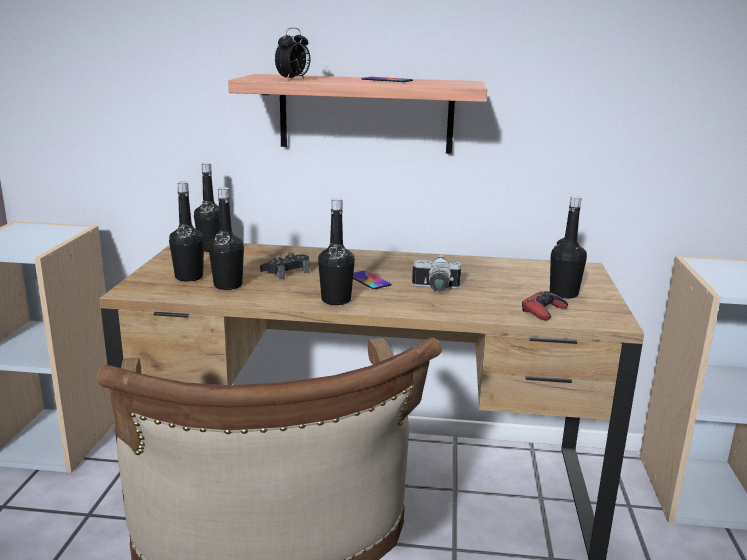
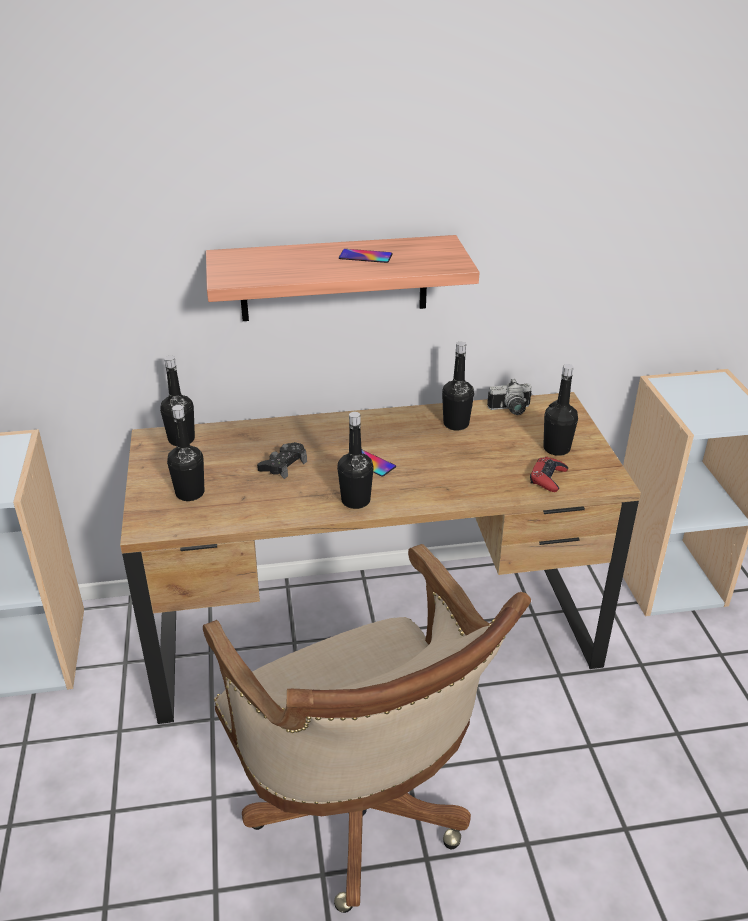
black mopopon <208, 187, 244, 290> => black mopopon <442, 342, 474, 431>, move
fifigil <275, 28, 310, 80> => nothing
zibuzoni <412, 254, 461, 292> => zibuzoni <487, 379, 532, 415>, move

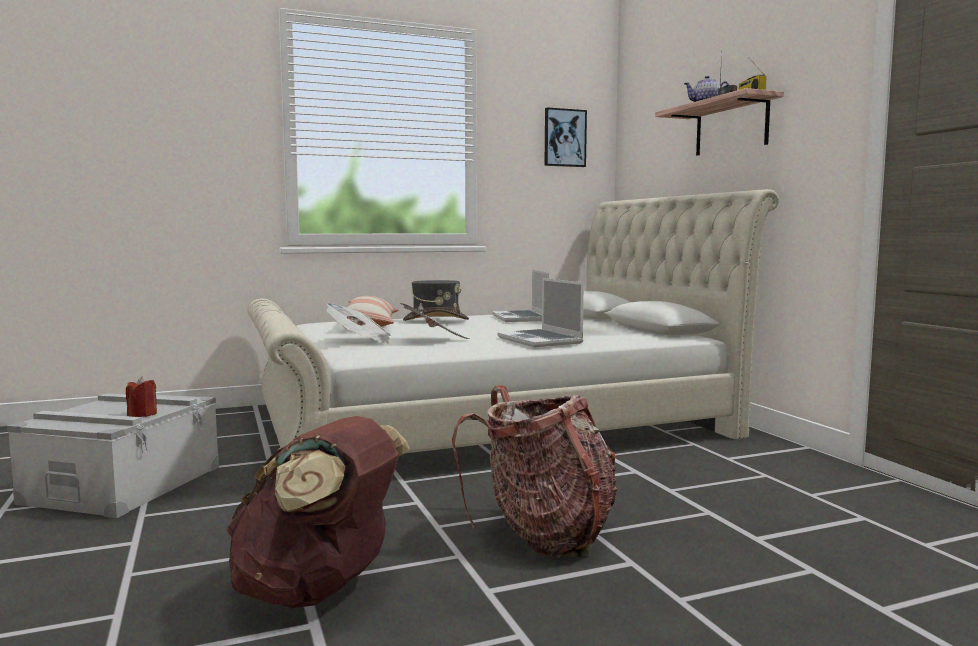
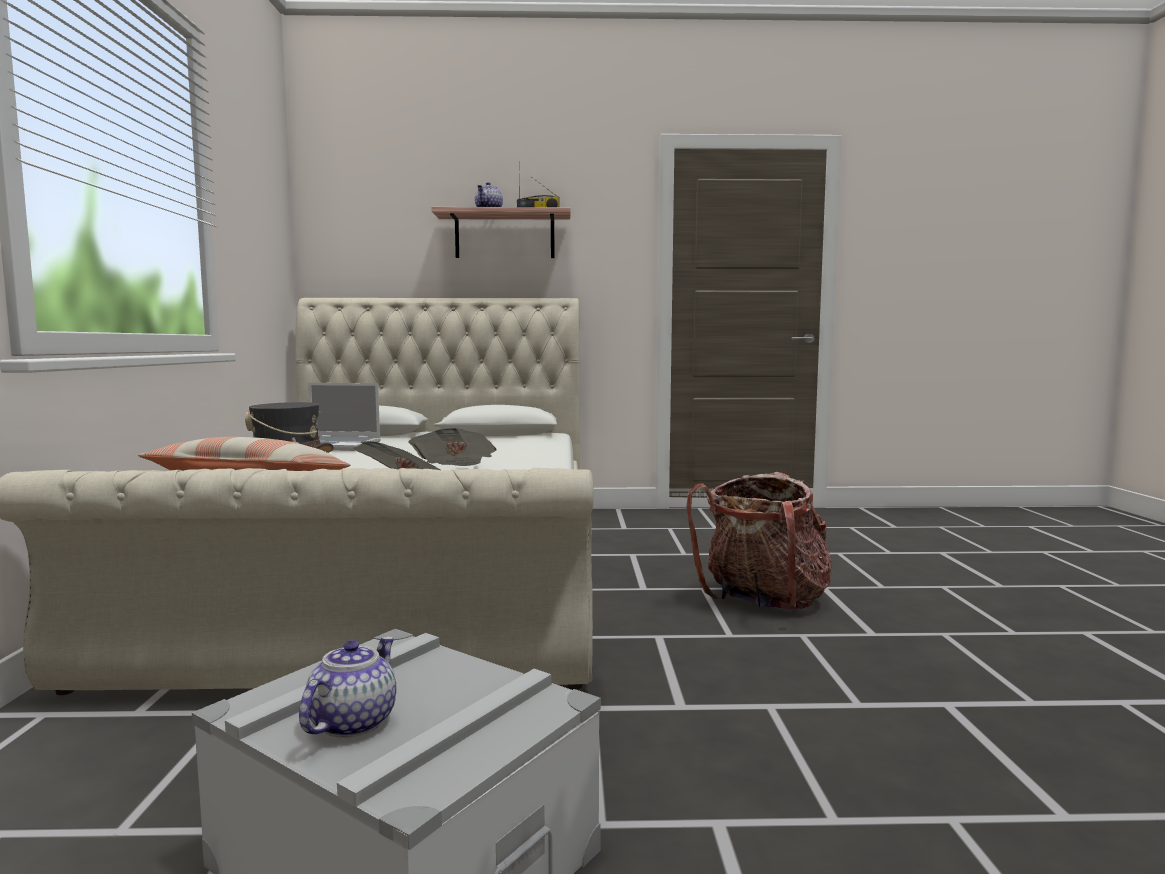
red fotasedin <126, 377, 157, 417> => nothing
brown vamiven <227, 416, 410, 608> => nothing
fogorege <497, 278, 584, 348> => nothing
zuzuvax <544, 107, 587, 167> => nothing
nothing => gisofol <299, 637, 396, 738>

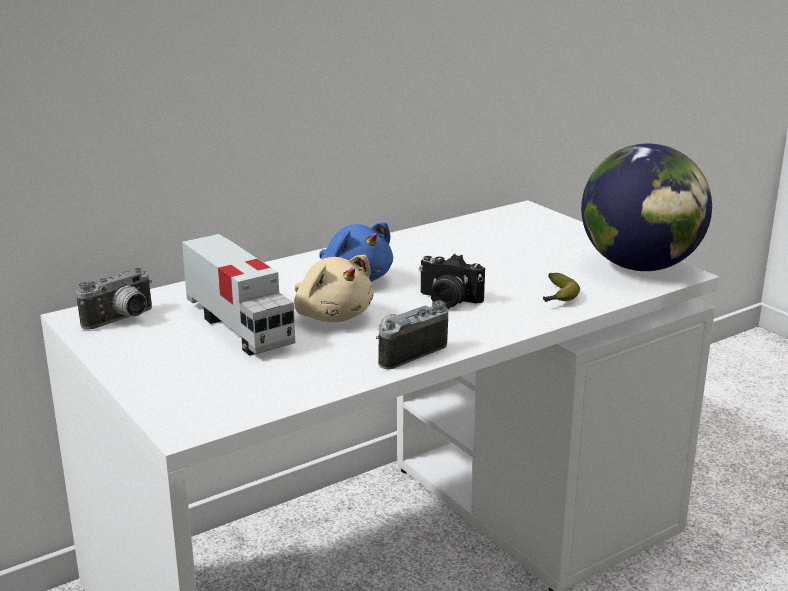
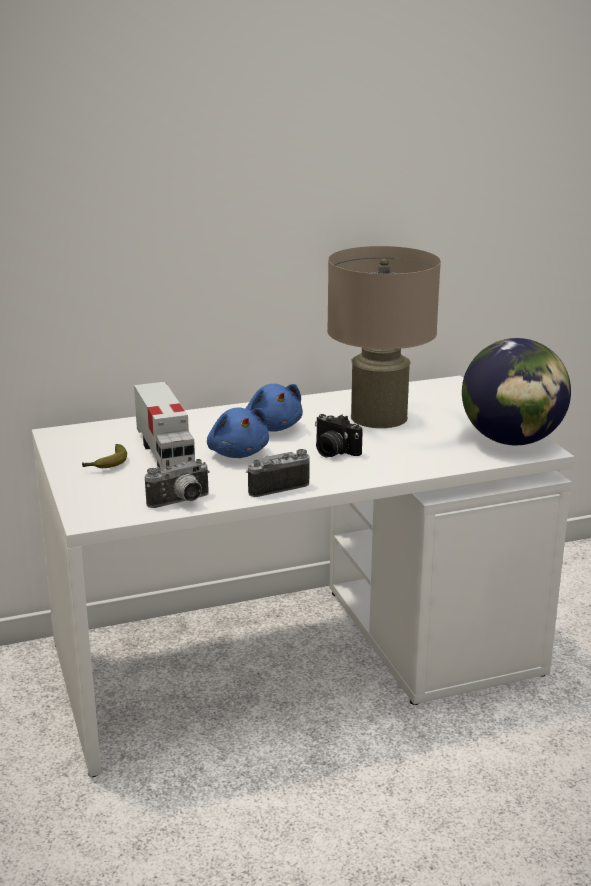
zibuzoni <76, 268, 152, 330> => zibuzoni <145, 459, 210, 508>, move
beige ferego <294, 255, 374, 322> => blue ferego <207, 408, 269, 458>
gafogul <543, 273, 580, 302> => gafogul <82, 444, 127, 468>, move
nothing => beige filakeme <327, 246, 441, 428>

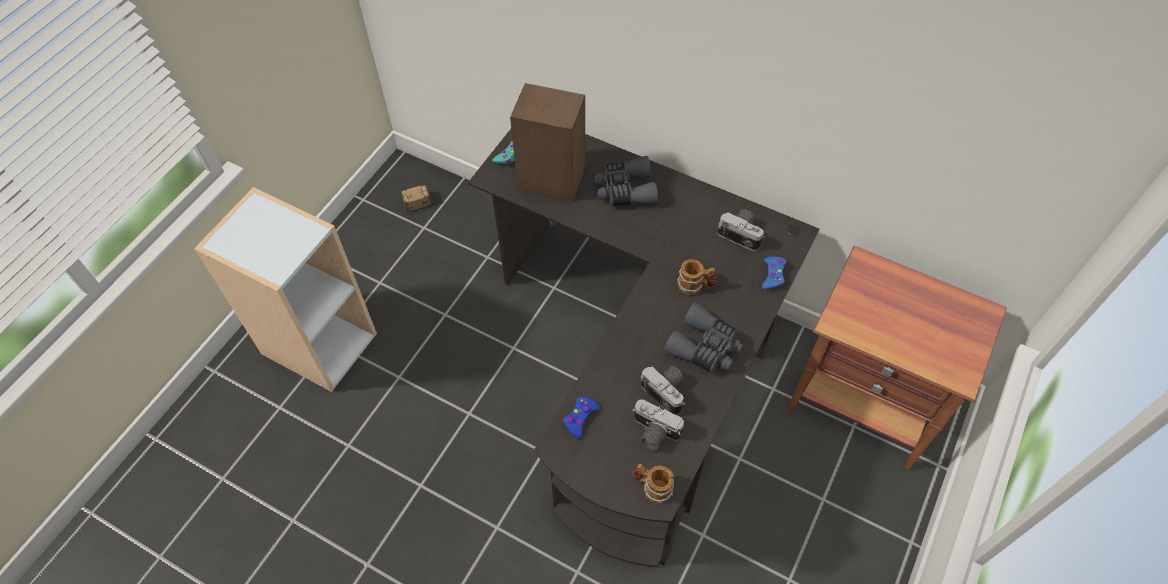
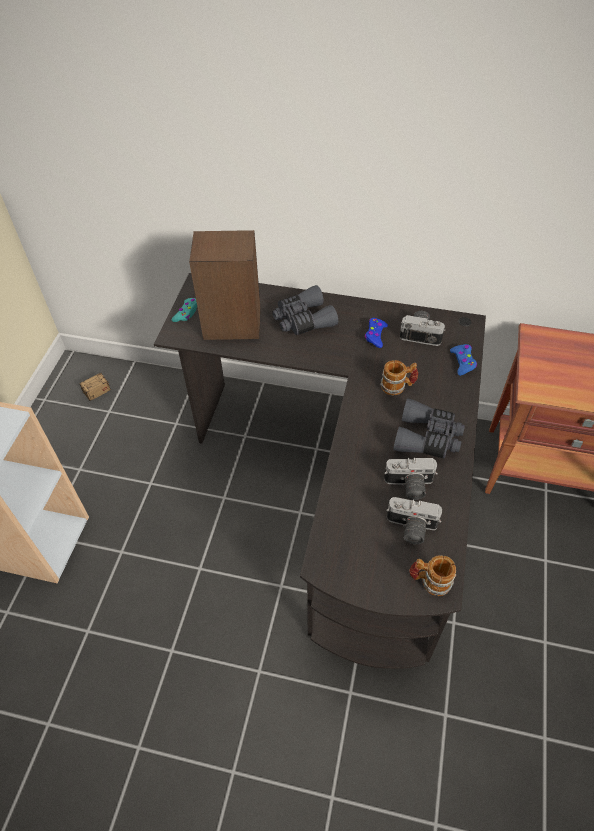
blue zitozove <563, 396, 600, 439> => blue zitozove <365, 318, 388, 348>, move
zibuzoni <641, 366, 685, 415> => zibuzoni <384, 458, 438, 500>, 150 degrees clockwise

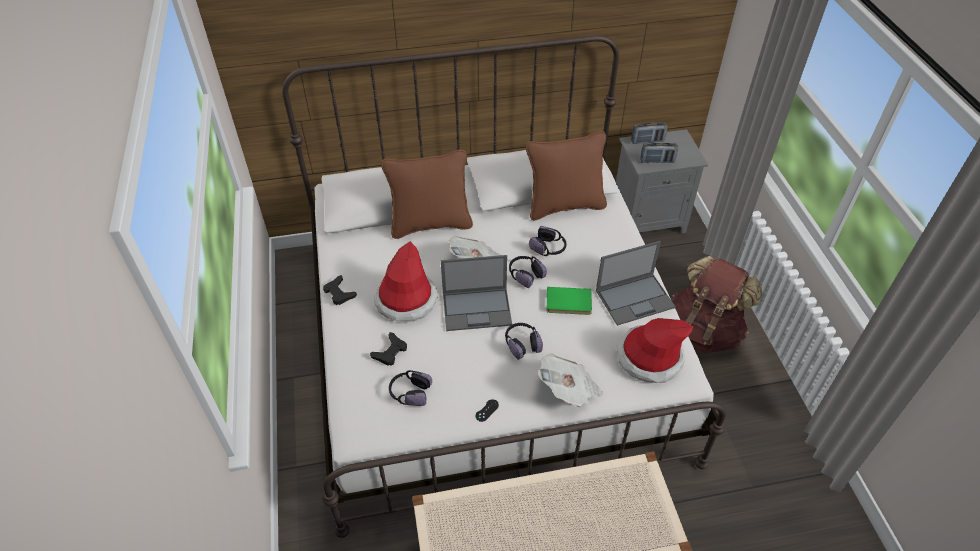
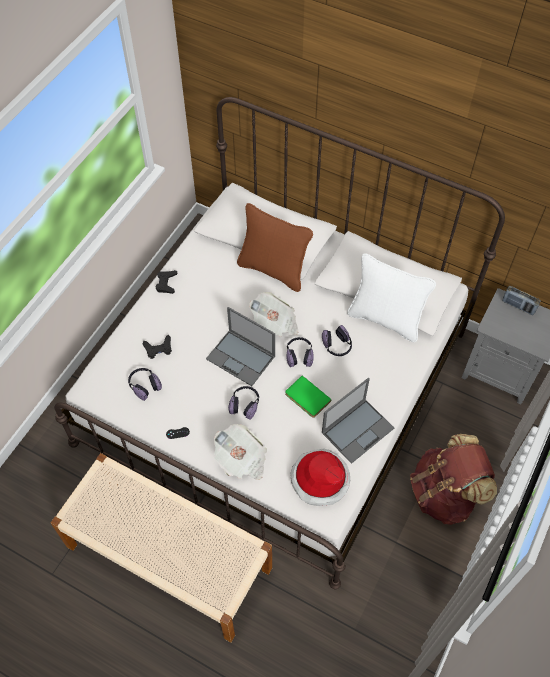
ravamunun <374, 241, 438, 322> => nothing
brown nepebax <526, 131, 607, 220> => white nepebax <347, 253, 436, 342>
fogorege <596, 241, 676, 326> => fogorege <322, 378, 394, 464>, 60 degrees counterclockwise
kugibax <640, 143, 679, 163> => nothing

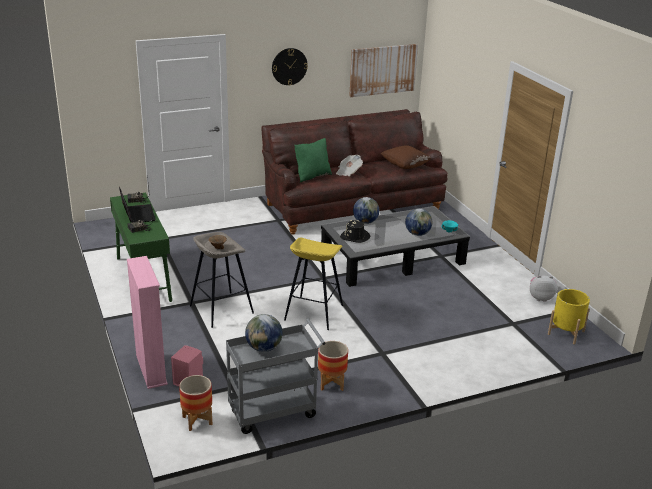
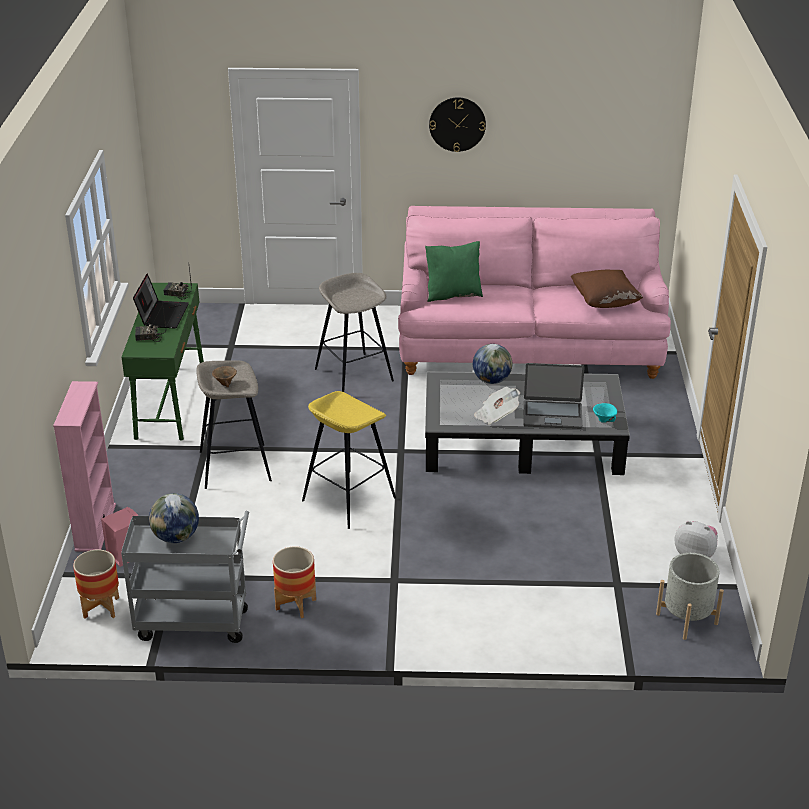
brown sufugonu <261, 109, 448, 234> => pink sufugonu <398, 206, 671, 379>
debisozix <336, 155, 363, 176> => debisozix <474, 387, 520, 425>, move
black ravamunun <340, 220, 370, 243> => nothing
zuzuvax <349, 44, 418, 97> => nothing
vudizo <405, 208, 433, 236> => fogorege <523, 363, 585, 429>
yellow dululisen <548, 289, 590, 344> => grey dululisen <656, 553, 724, 640>
nothing => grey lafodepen <315, 273, 394, 392>

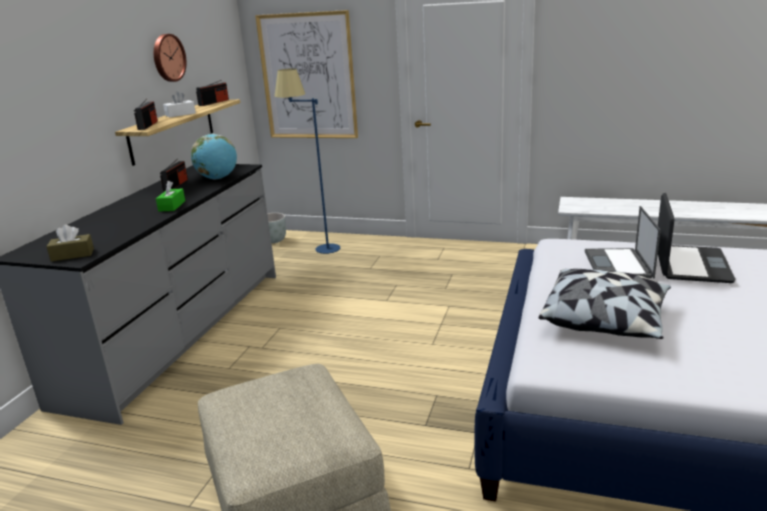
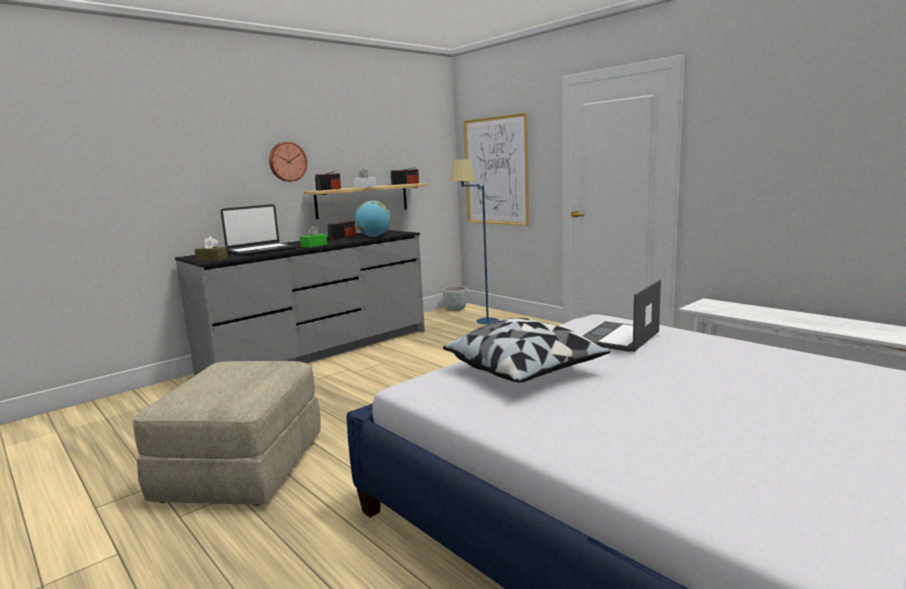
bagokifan <154, 34, 187, 82> => bagokifan <269, 142, 307, 182>, move
fogorege <658, 193, 736, 283> => fogorege <221, 204, 297, 256>, move

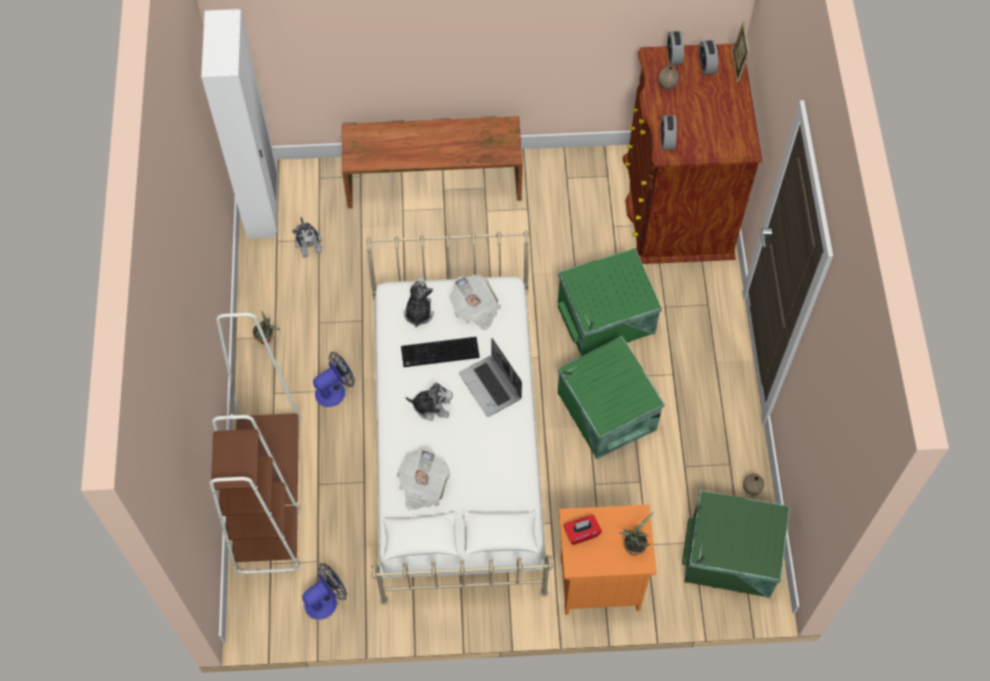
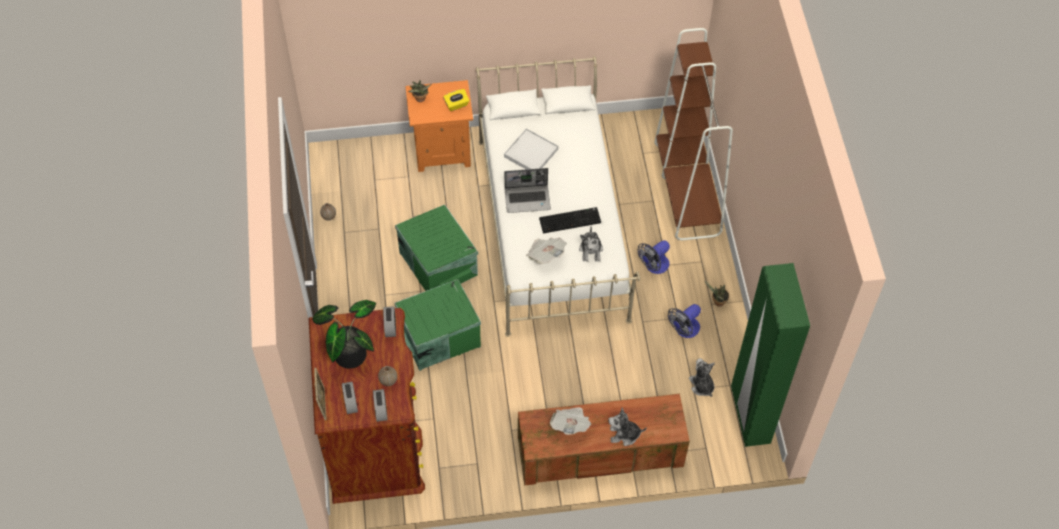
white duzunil <201, 9, 278, 238> => green duzunil <731, 263, 810, 447>
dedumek <302, 563, 347, 620> => dedumek <668, 304, 701, 338>, move
debisozix <397, 449, 450, 510> => debisozix <549, 407, 591, 435>, move
ferego <406, 383, 453, 421> => ferego <608, 407, 647, 446>, move
fogorege <459, 338, 522, 417> => fogorege <504, 168, 551, 213>, 120 degrees clockwise
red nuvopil <564, 515, 602, 545> => yellow nuvopil <443, 89, 469, 111>
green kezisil <682, 490, 790, 598> => nothing
nothing => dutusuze <312, 300, 376, 369>
nothing => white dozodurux <504, 128, 558, 169>

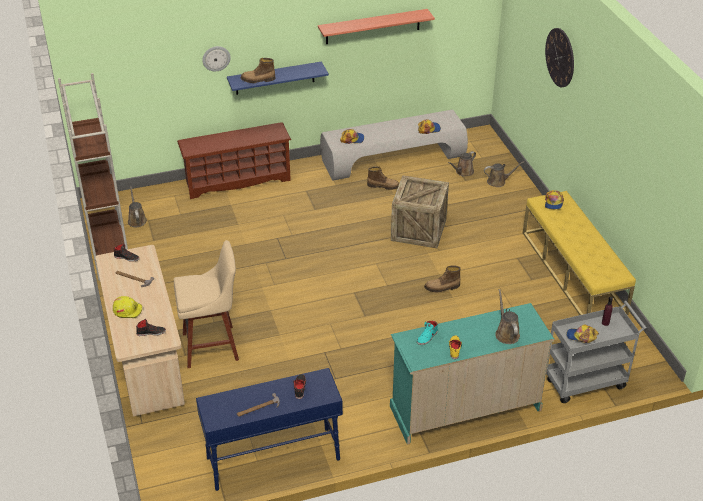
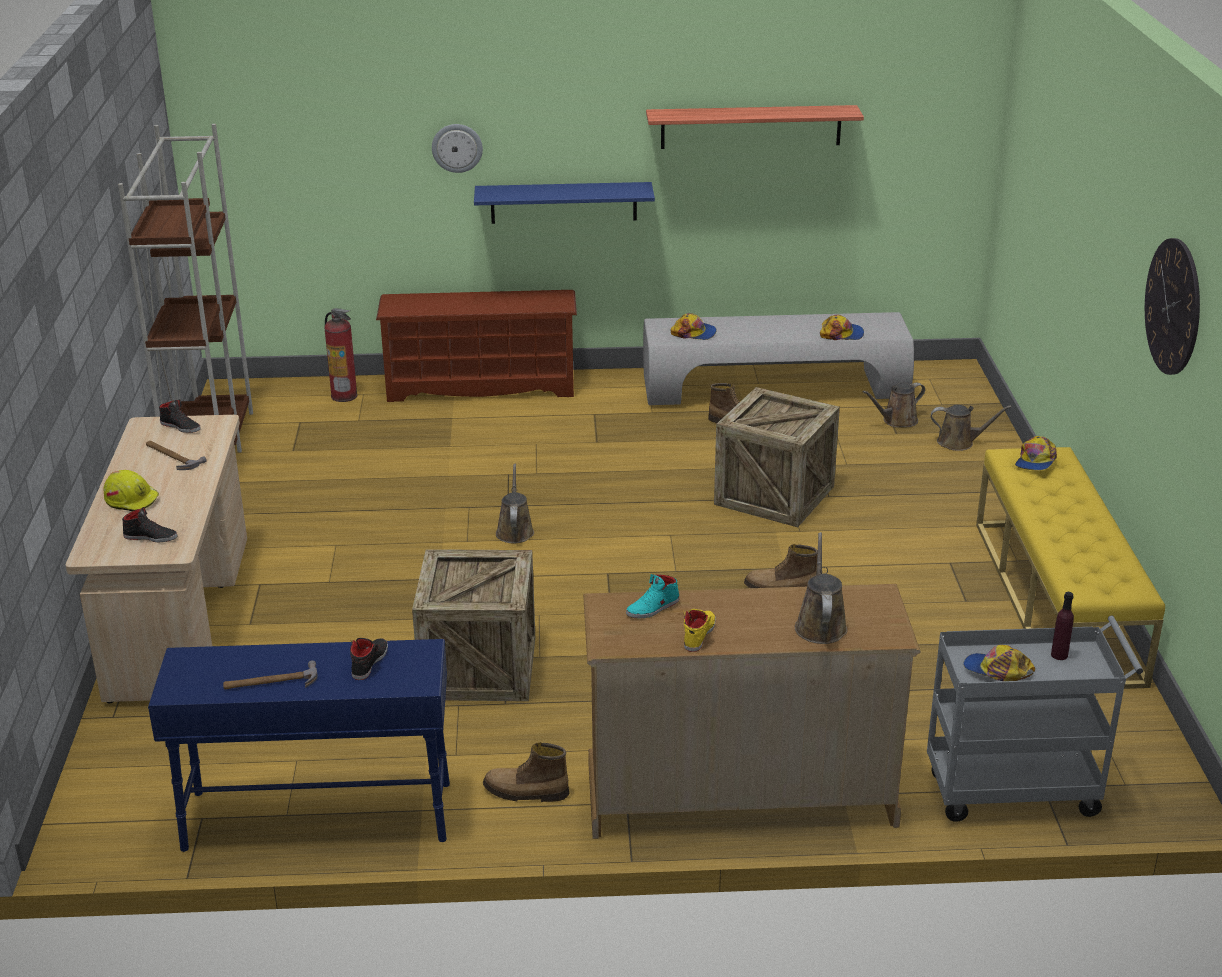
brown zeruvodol <128, 186, 147, 227> => brown zeruvodol <496, 464, 534, 543>, move
beige lafodepen <174, 240, 239, 368> => nothing
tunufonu <241, 58, 276, 83> => tunufonu <483, 742, 569, 802>, move
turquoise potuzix <390, 303, 555, 445> => brown potuzix <583, 584, 921, 839>
bagokifan <545, 28, 574, 87> => bagokifan <1145, 238, 1200, 375>, move
nothing => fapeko <324, 308, 358, 402>
nothing => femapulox <412, 549, 535, 701>

